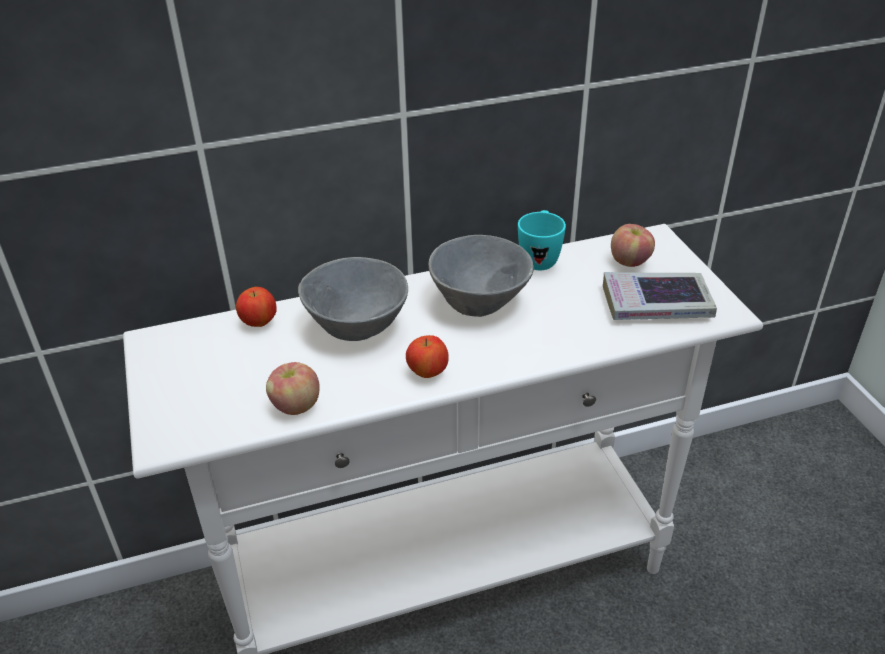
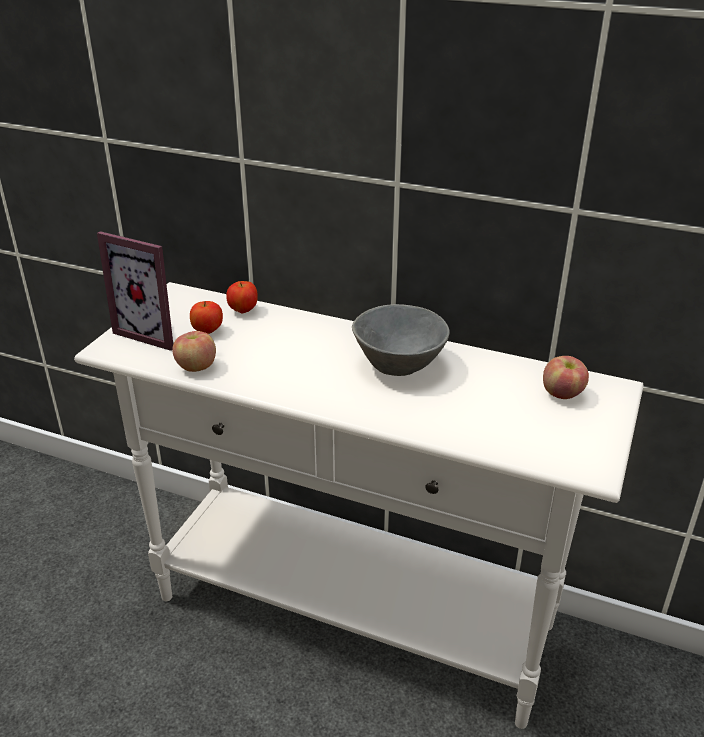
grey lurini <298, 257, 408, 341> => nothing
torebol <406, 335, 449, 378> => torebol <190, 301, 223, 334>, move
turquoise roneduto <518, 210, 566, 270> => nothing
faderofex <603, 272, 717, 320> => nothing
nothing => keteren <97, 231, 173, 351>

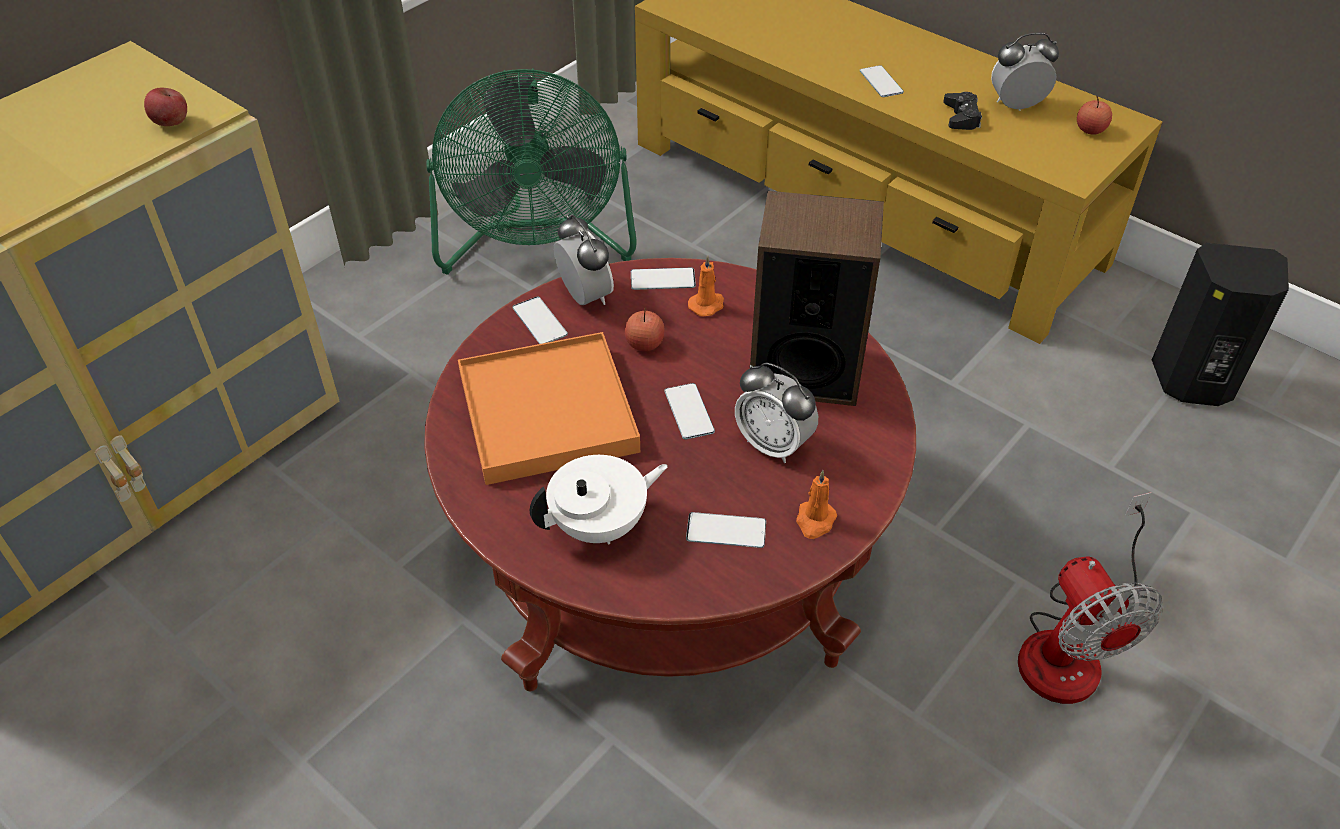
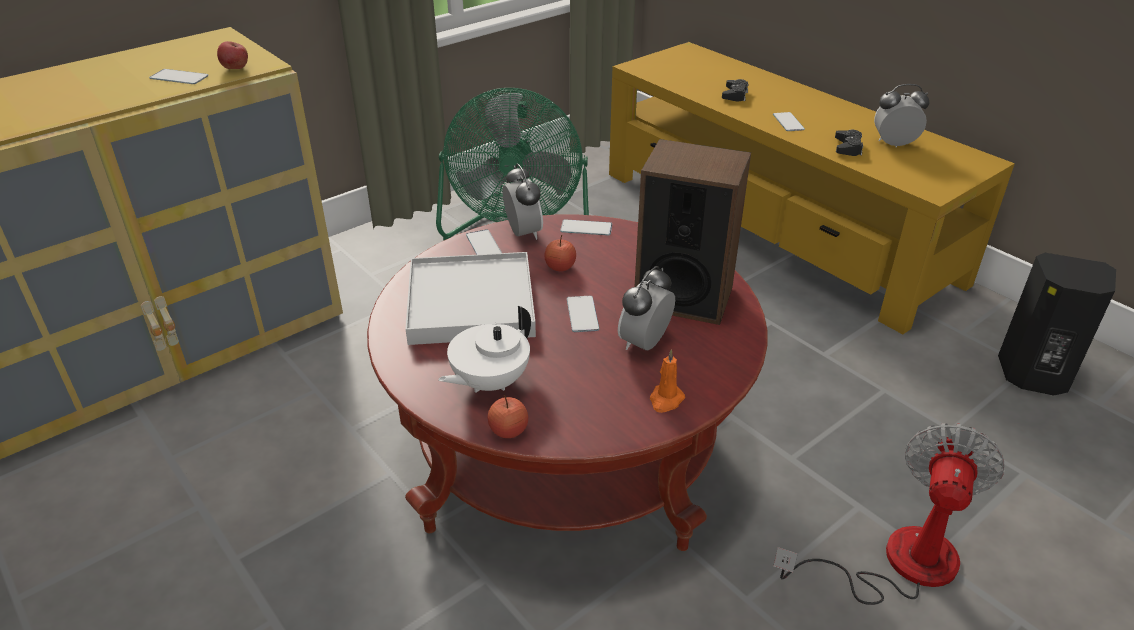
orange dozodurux <458, 332, 640, 485> => white dozodurux <405, 252, 536, 345>
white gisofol <530, 455, 668, 545> => white gisofol <438, 306, 531, 393>, 150 degrees clockwise
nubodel <686, 512, 766, 548> => nubodel <149, 69, 209, 84>, move
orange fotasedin <688, 255, 724, 317> => nothing
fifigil <735, 362, 818, 463> => fifigil <618, 266, 675, 350>, 75 degrees clockwise
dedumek <1018, 492, 1163, 704> => dedumek <773, 423, 1004, 605>, 150 degrees counterclockwise
torebol <1077, 96, 1112, 134> => torebol <488, 395, 528, 438>, move
nothing => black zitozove <722, 79, 749, 102>

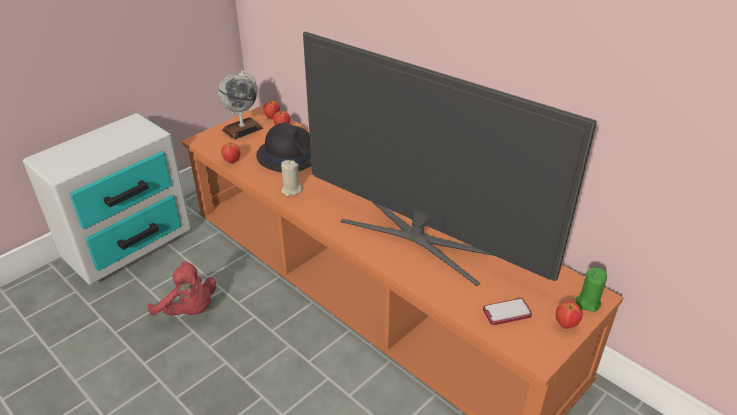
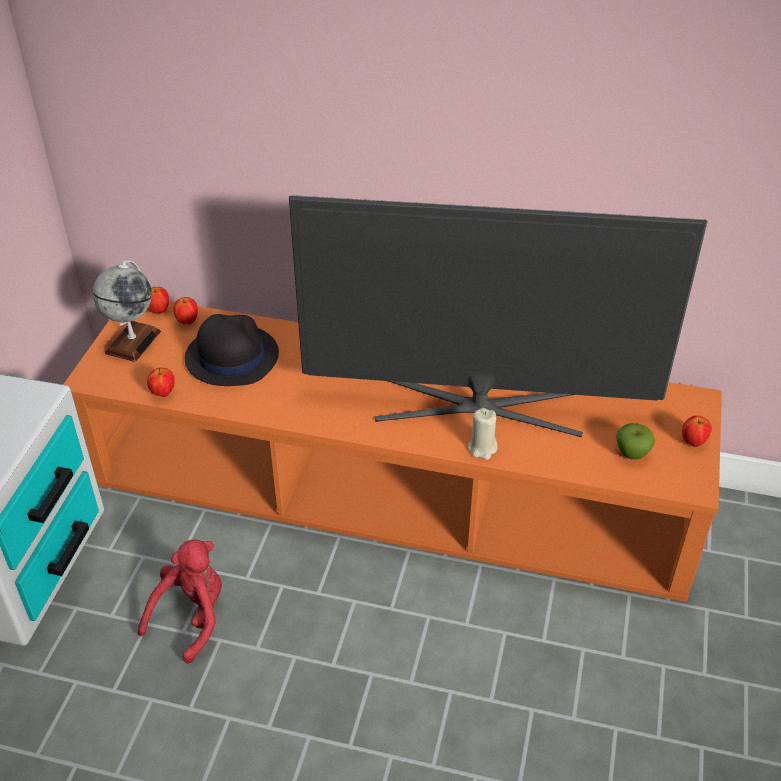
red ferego <148, 262, 216, 316> => red ferego <138, 539, 222, 664>, 60 degrees counterclockwise
beige fotasedin <281, 160, 303, 197> => beige fotasedin <468, 408, 498, 460>, move
nubodel <483, 298, 532, 325> => torebol <616, 423, 655, 460>
green fotasedin <576, 267, 607, 312> => nothing

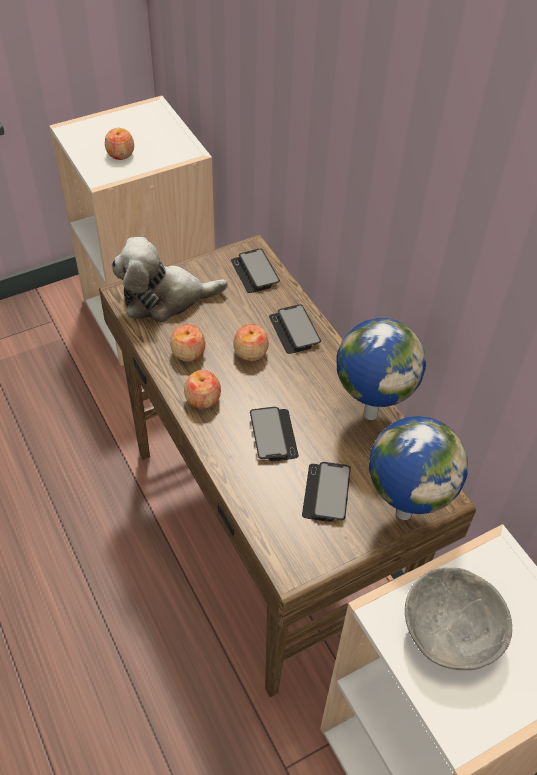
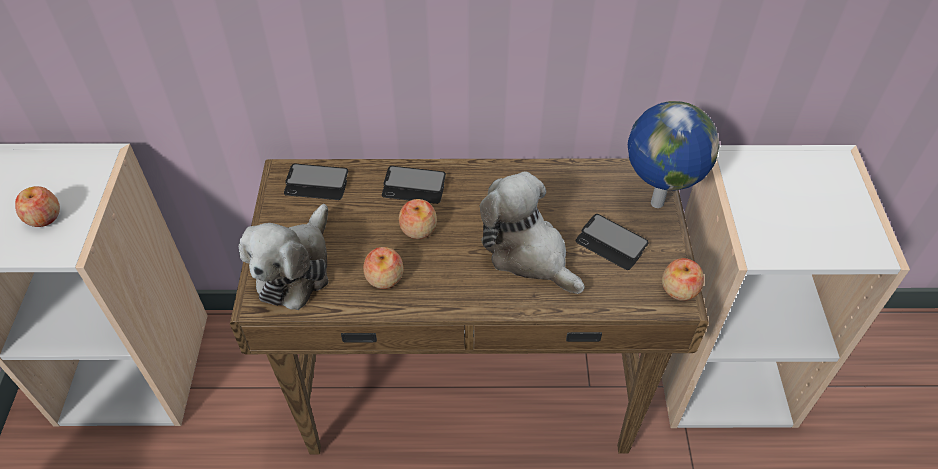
torebol <184, 370, 221, 409> => torebol <662, 258, 704, 301>, move
nubodel <250, 407, 299, 461> => ferego <479, 172, 585, 294>
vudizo <337, 318, 426, 420> => nothing
grey lurini <405, 568, 512, 670> => nothing

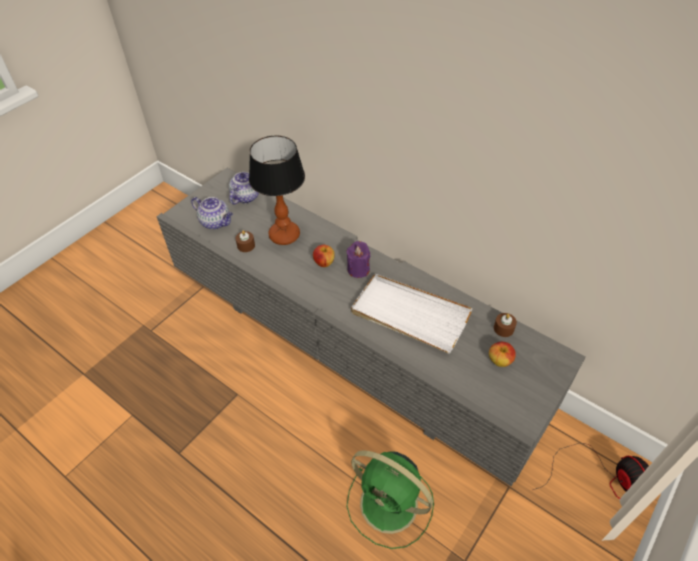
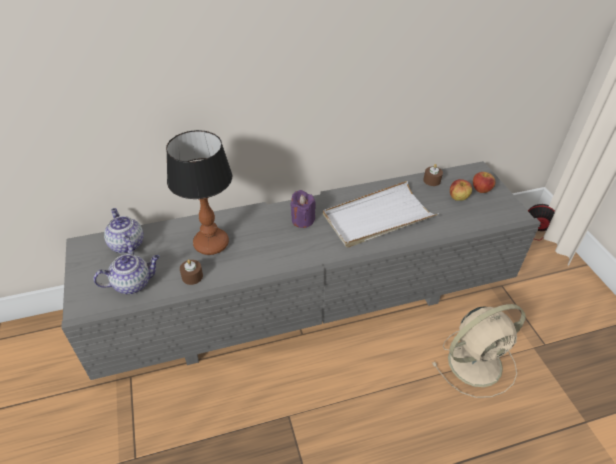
torebol <313, 244, 334, 267> => torebol <473, 172, 496, 193>, move
green dedumek <347, 450, 434, 549> => beige dedumek <432, 304, 526, 398>

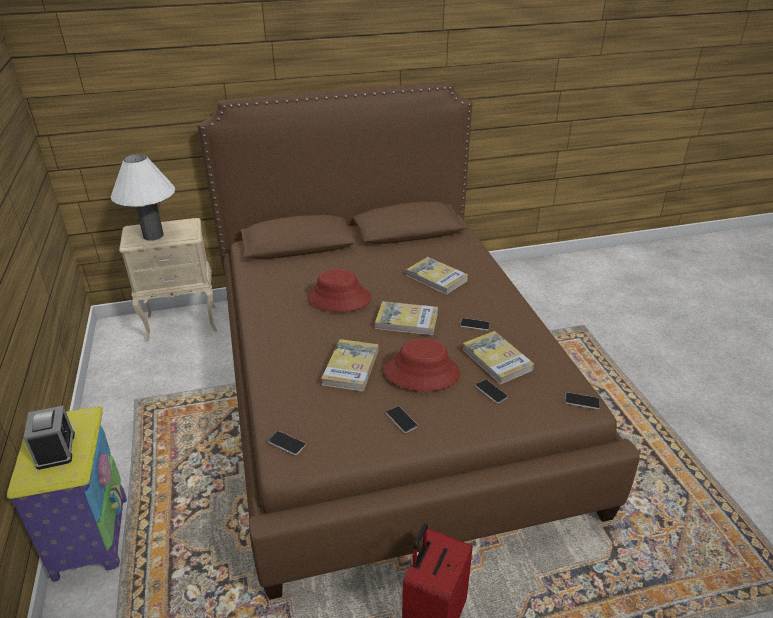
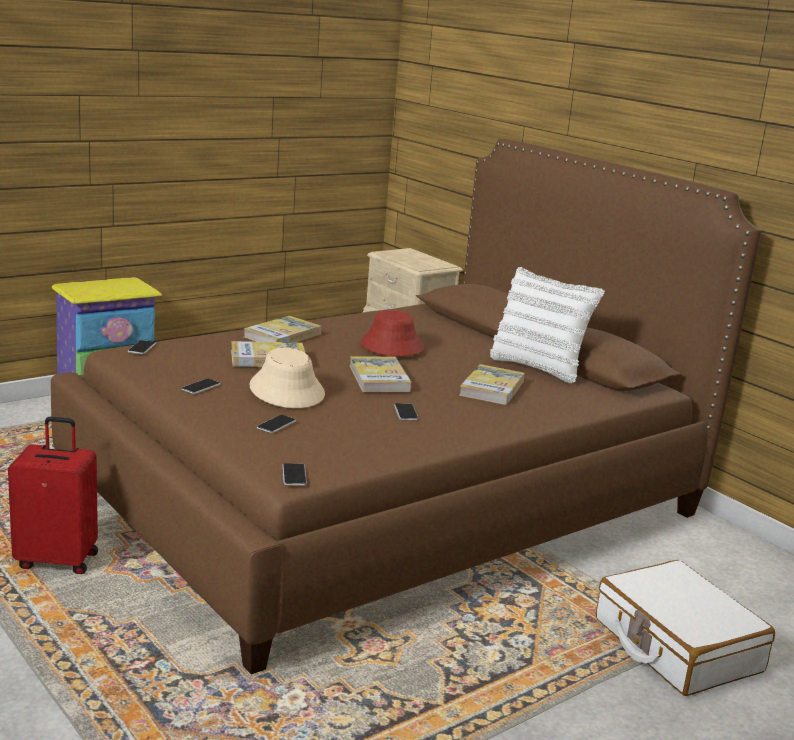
fifigil <23, 406, 75, 470> => nothing
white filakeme <111, 154, 175, 241> => nothing
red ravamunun <384, 338, 460, 391> => beige ravamunun <249, 347, 325, 408>
faderofex <462, 331, 534, 385> => faderofex <244, 316, 321, 342>, move
nothing => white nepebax <490, 267, 605, 383>
nothing => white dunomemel <596, 560, 775, 696>

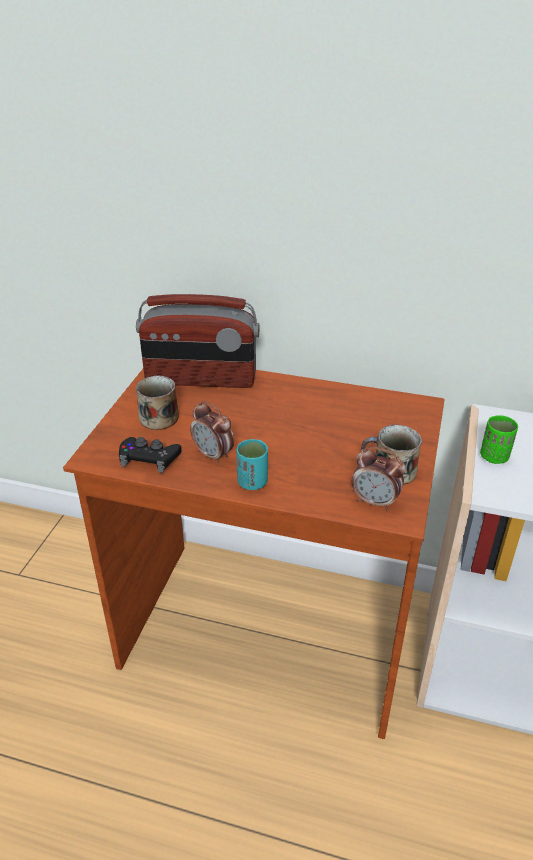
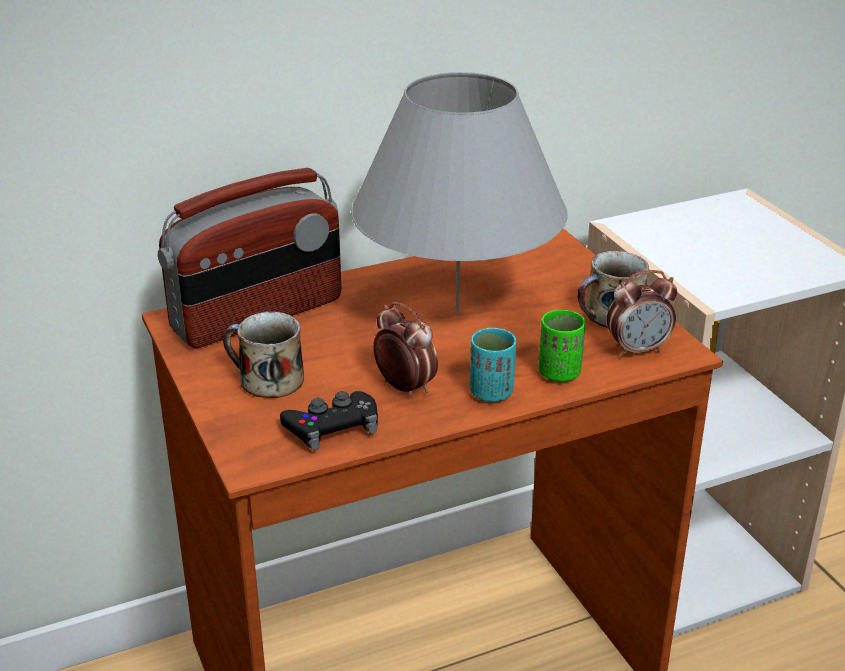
fifigil <190, 401, 234, 464> => fifigil <373, 302, 438, 398>, 135 degrees counterclockwise
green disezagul <480, 415, 518, 464> => green disezagul <538, 310, 586, 382>, move
nothing => grey filakeme <351, 72, 568, 313>

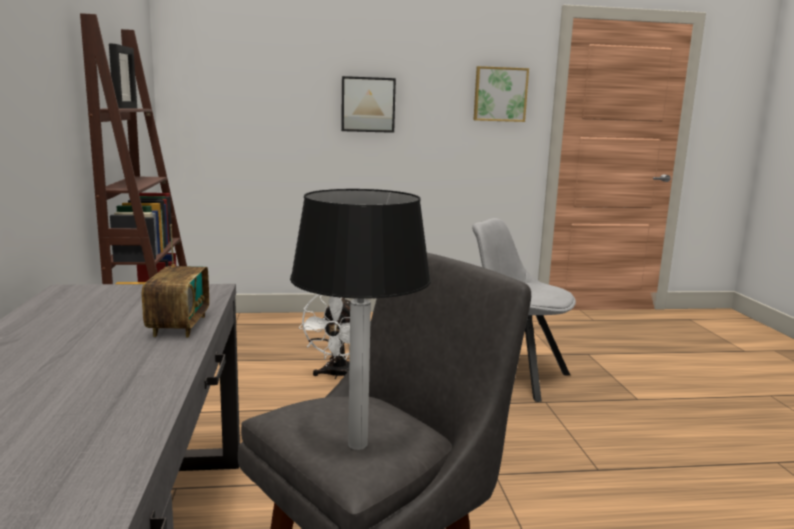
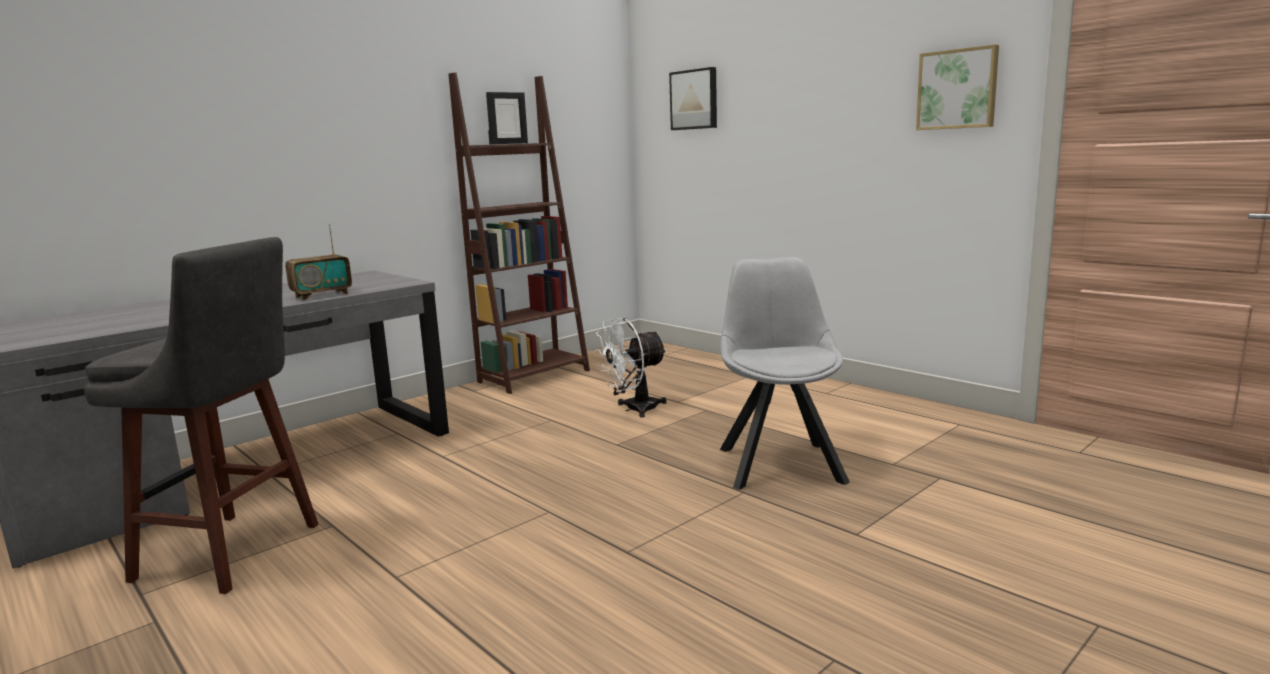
filakeme <290, 189, 431, 450> => nothing
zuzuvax <341, 76, 396, 133> => zuzuvax <669, 67, 717, 130>, move

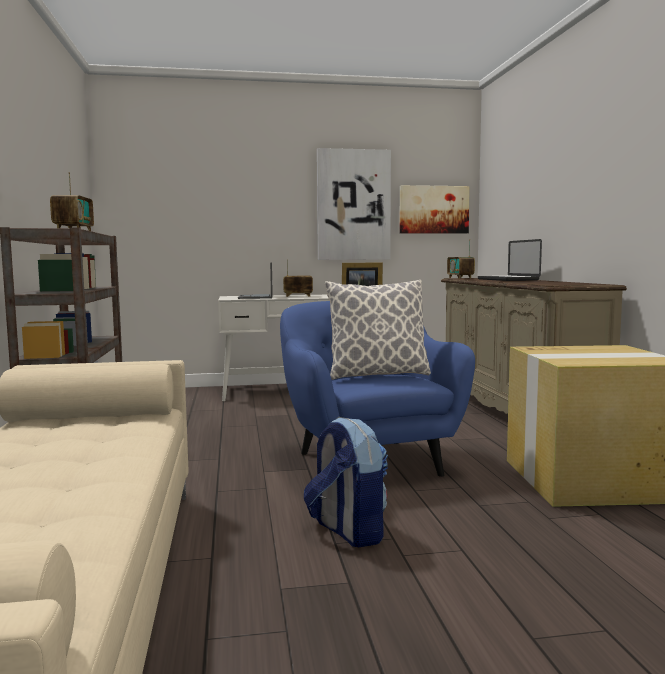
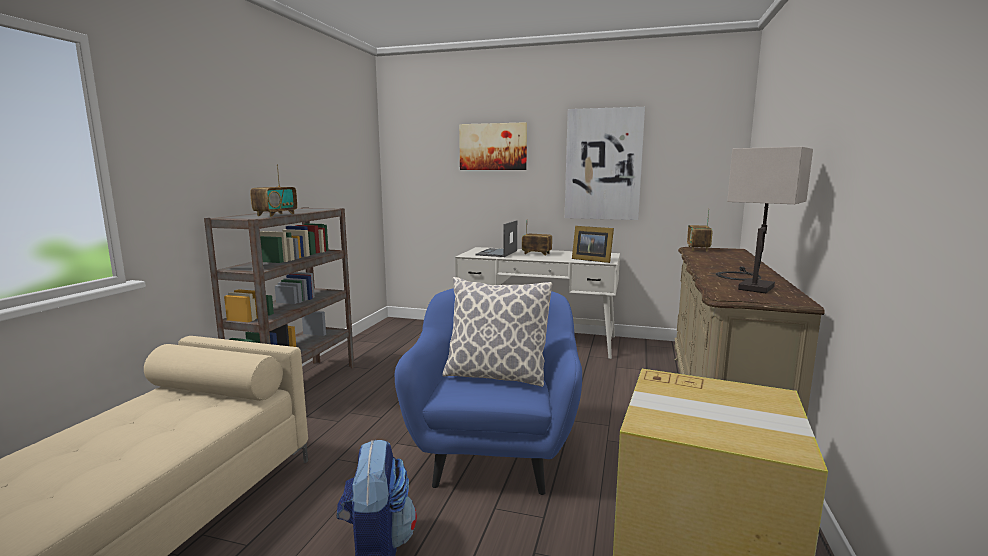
zuzuvax <399, 185, 470, 233> => zuzuvax <459, 122, 527, 170>, move
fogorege <478, 239, 542, 281> => nothing
nothing => filakeme <716, 147, 813, 293>

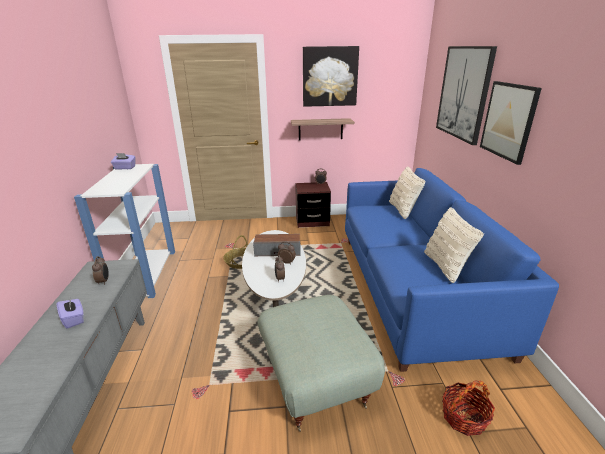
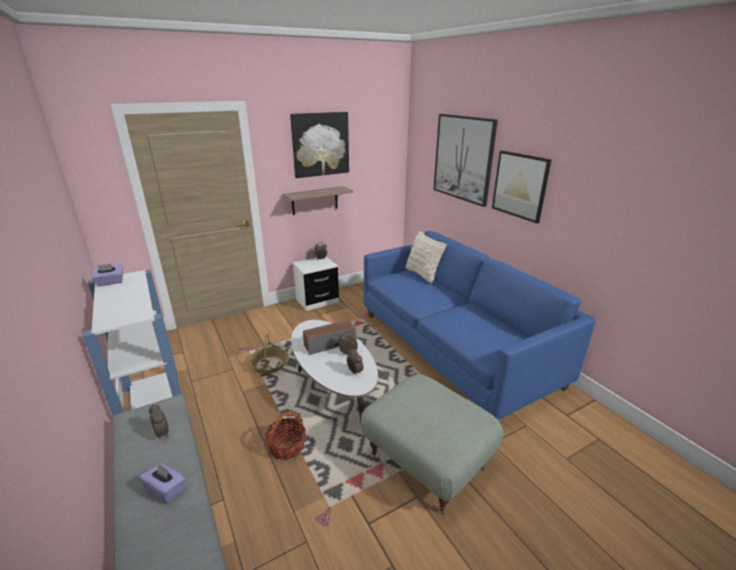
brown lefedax <295, 182, 331, 228> => white lefedax <293, 257, 339, 311>
beige nepebax <424, 207, 484, 283> => nothing
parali <442, 380, 495, 436> => parali <264, 411, 306, 460>, move

